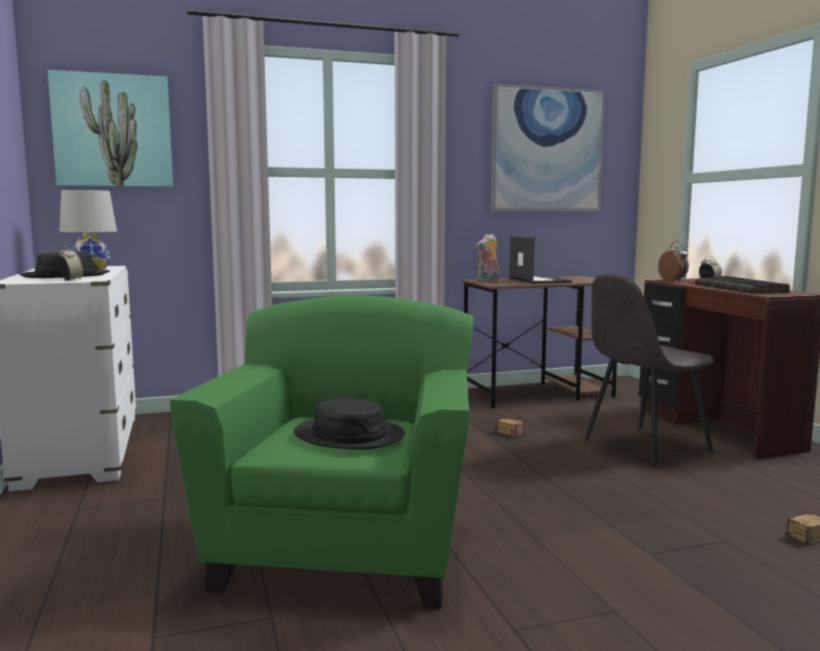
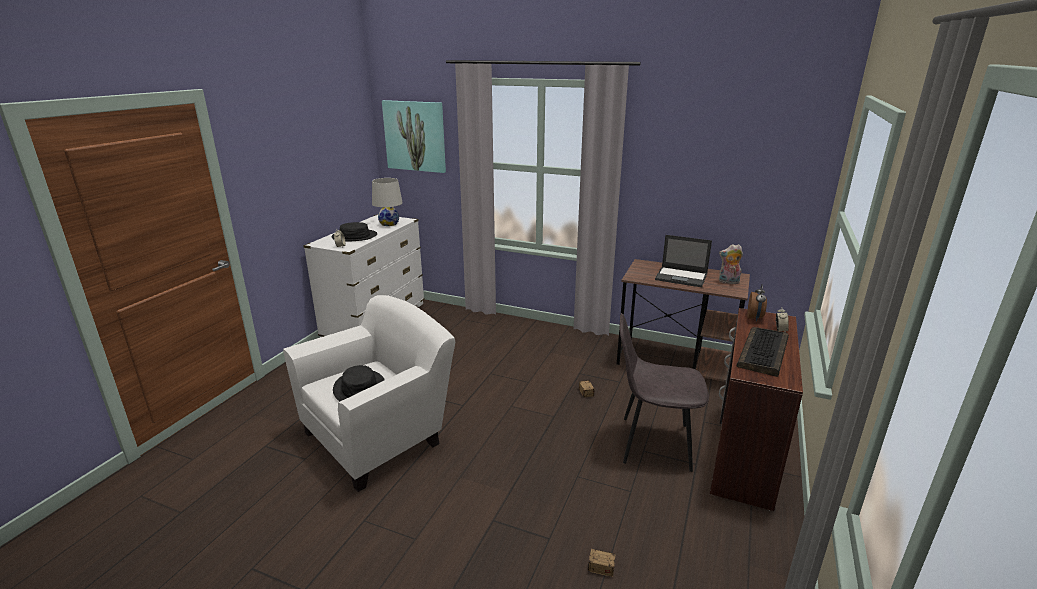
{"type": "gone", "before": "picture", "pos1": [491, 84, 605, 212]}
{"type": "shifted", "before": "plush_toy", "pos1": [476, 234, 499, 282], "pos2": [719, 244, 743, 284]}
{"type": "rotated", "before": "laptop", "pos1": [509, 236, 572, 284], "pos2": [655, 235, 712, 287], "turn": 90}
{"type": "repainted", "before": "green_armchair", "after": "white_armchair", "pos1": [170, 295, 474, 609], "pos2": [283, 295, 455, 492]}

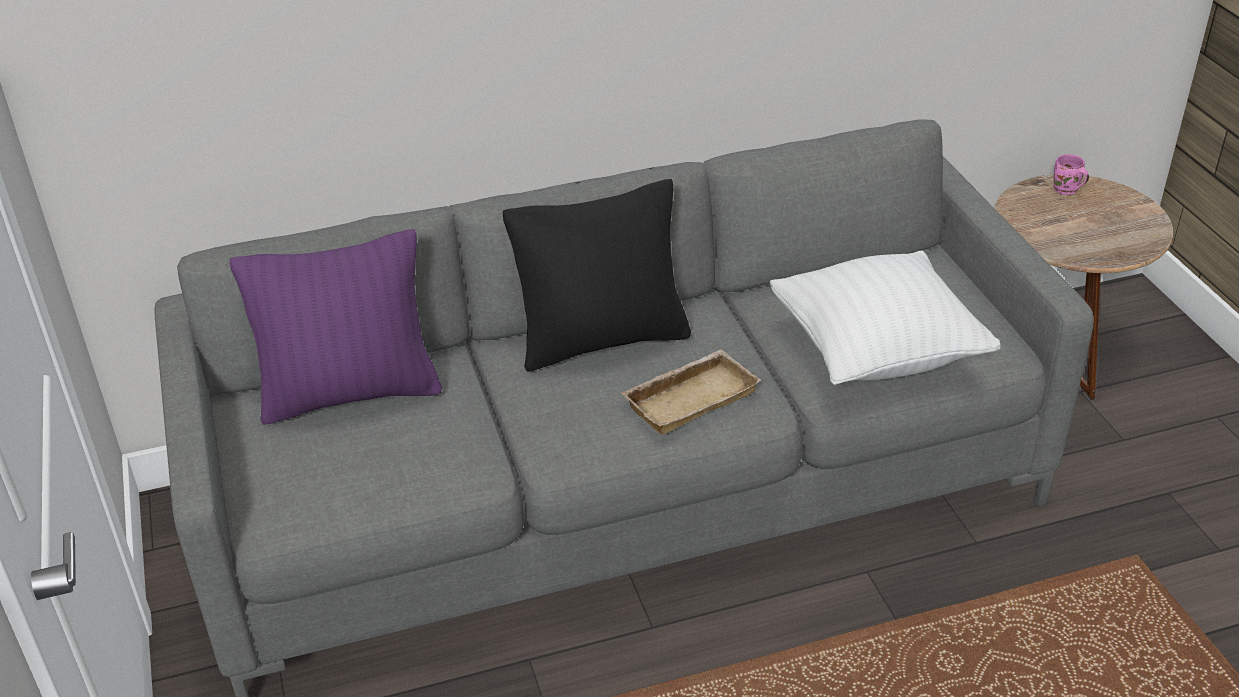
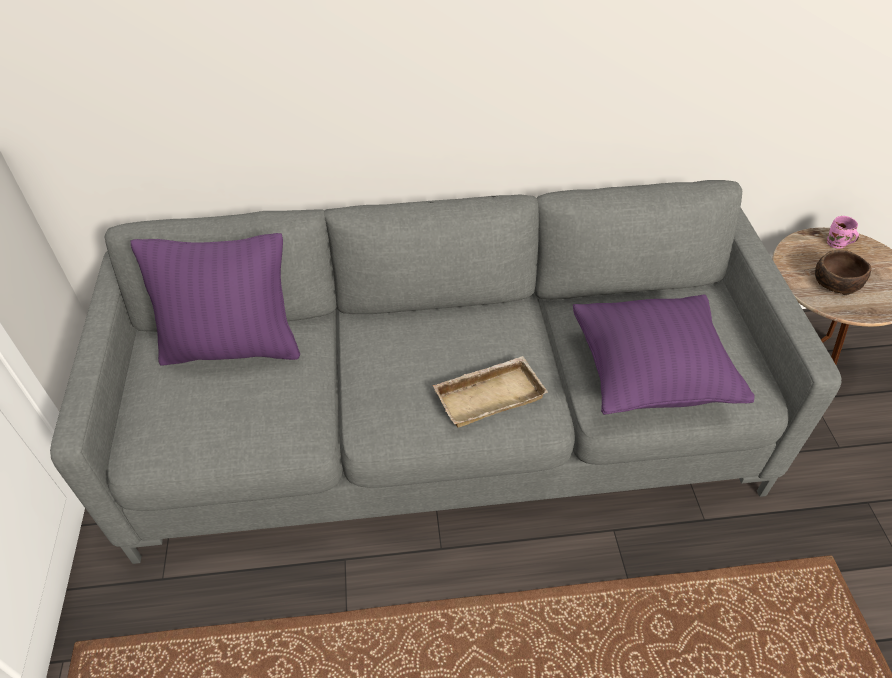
{"type": "gone", "before": "black_pillow", "pos1": [503, 179, 691, 372]}
{"type": "repainted", "before": "white_pillow", "after": "purple_pillow", "pos1": [770, 250, 1001, 385], "pos2": [573, 295, 754, 415]}
{"type": "new", "after": "brown_bowl", "pos2": [815, 250, 871, 295]}

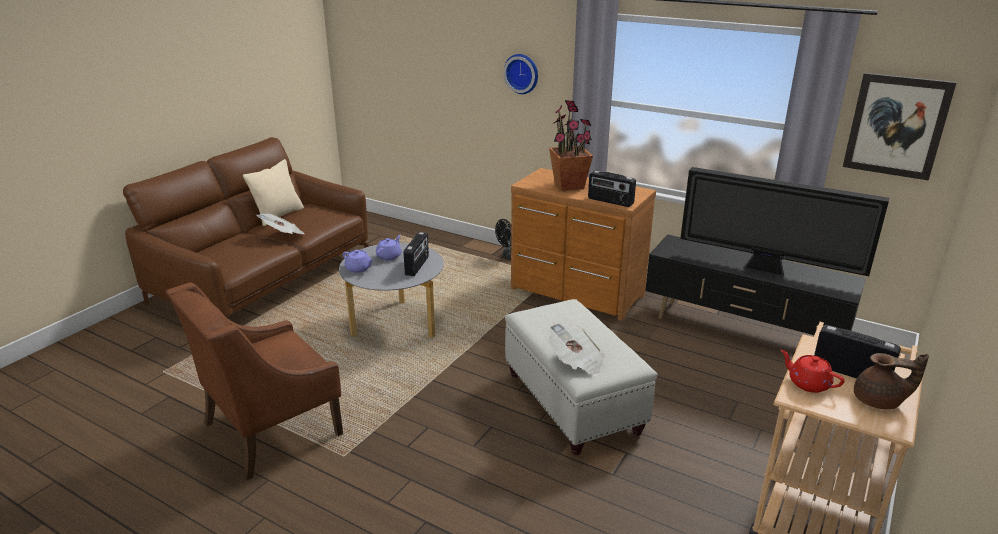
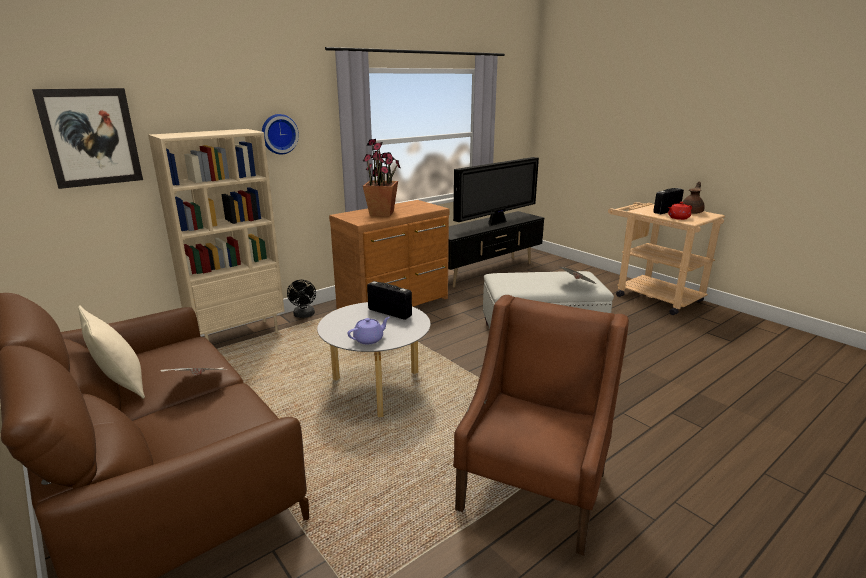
{"type": "shifted", "before": "picture", "pos1": [843, 73, 957, 181], "pos2": [32, 88, 143, 189]}
{"type": "gone", "before": "radio", "pos1": [588, 171, 636, 207]}
{"type": "gone", "before": "purple_teapot", "pos1": [376, 235, 401, 260]}
{"type": "rotated", "before": "brown_armchair", "pos1": [166, 282, 343, 481], "pos2": [453, 295, 629, 556], "turn": -135}
{"type": "new", "after": "beige_bookcase", "pos2": [148, 129, 285, 340]}

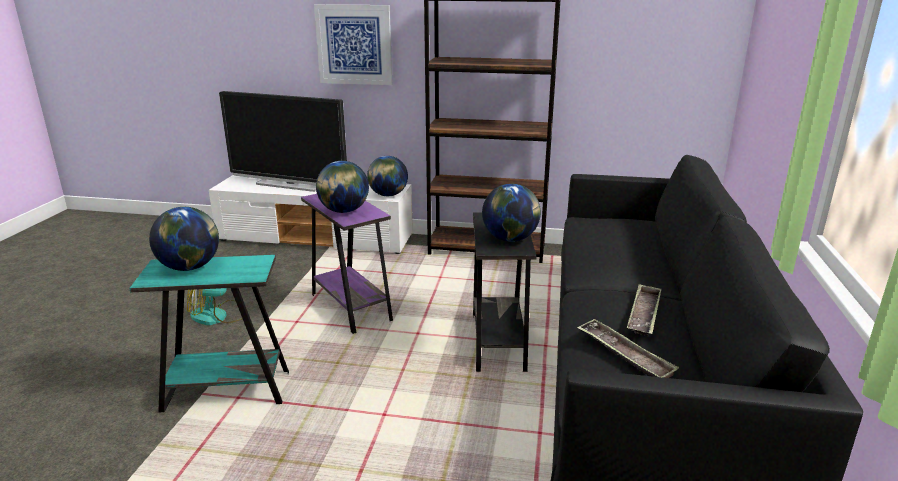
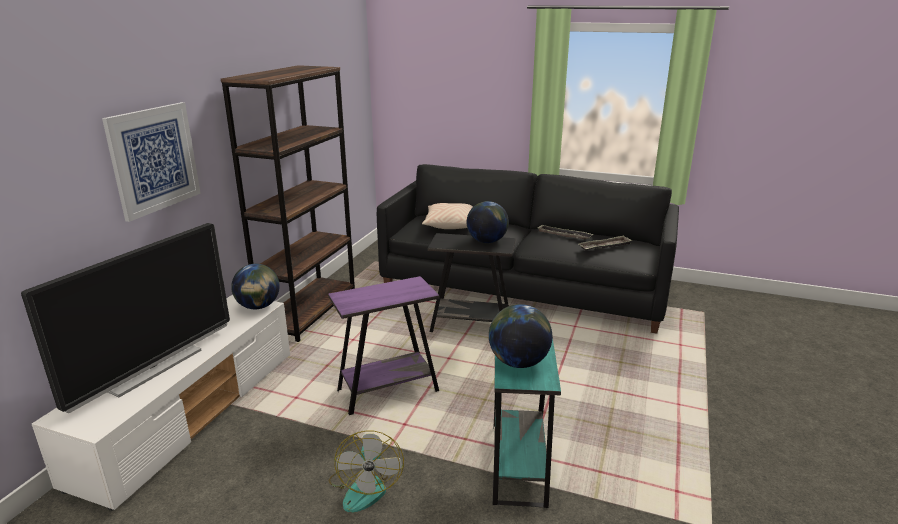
{"type": "gone", "before": "globe", "pos1": [316, 161, 369, 213]}
{"type": "new", "after": "beige_pillow", "pos2": [422, 203, 473, 229]}

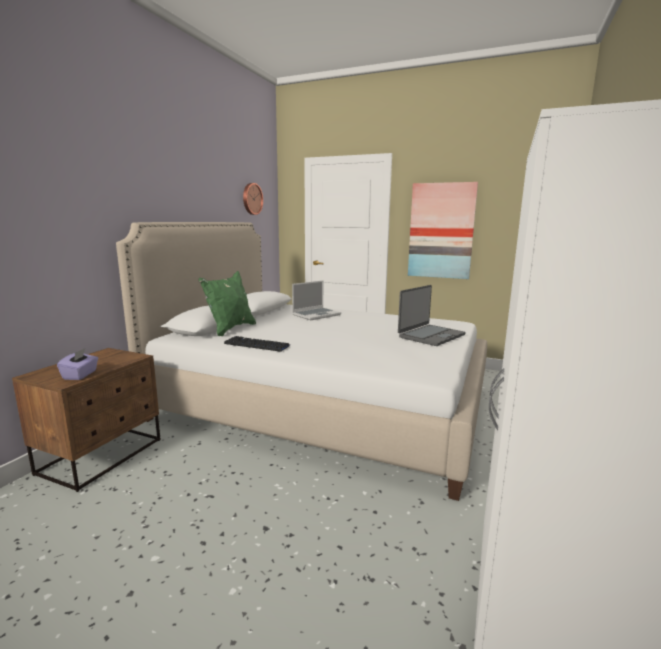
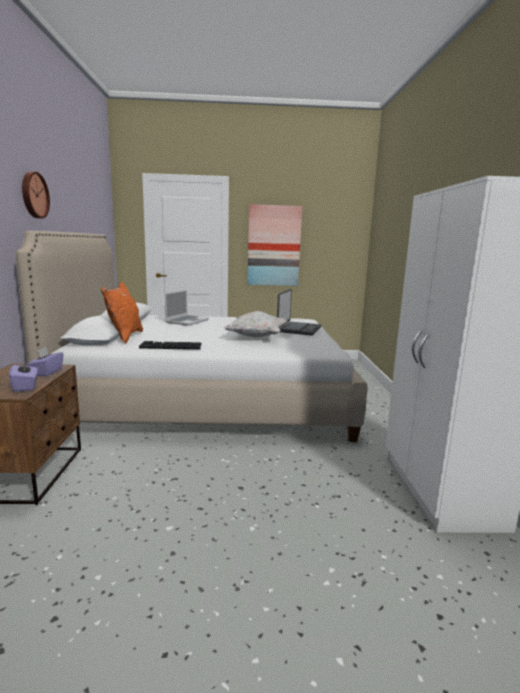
{"type": "shifted", "before": "wall_clock", "pos1": [243, 183, 263, 215], "pos2": [22, 171, 50, 219]}
{"type": "repainted", "before": "green_pillow", "after": "orange_pillow", "pos1": [199, 271, 256, 336], "pos2": [101, 281, 143, 343]}
{"type": "new", "after": "white_pillow", "pos2": [224, 311, 287, 338]}
{"type": "new", "after": "purple_tissue_box", "pos2": [27, 347, 63, 376]}

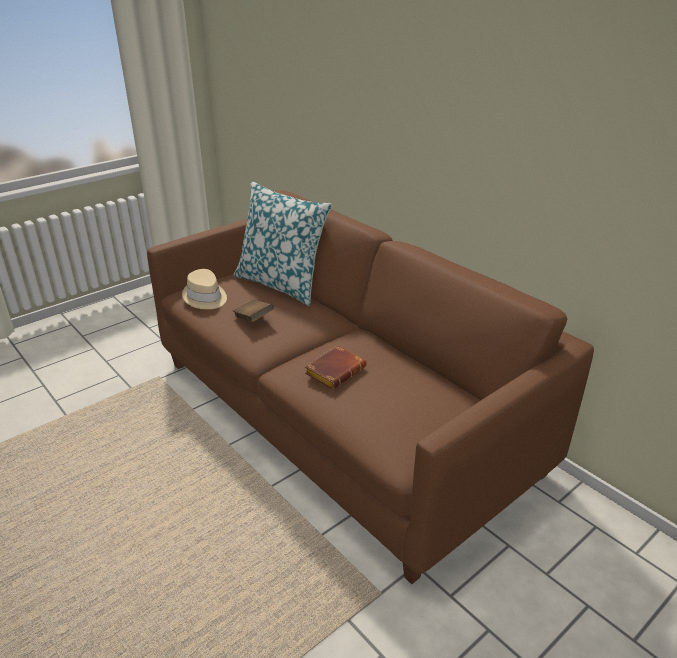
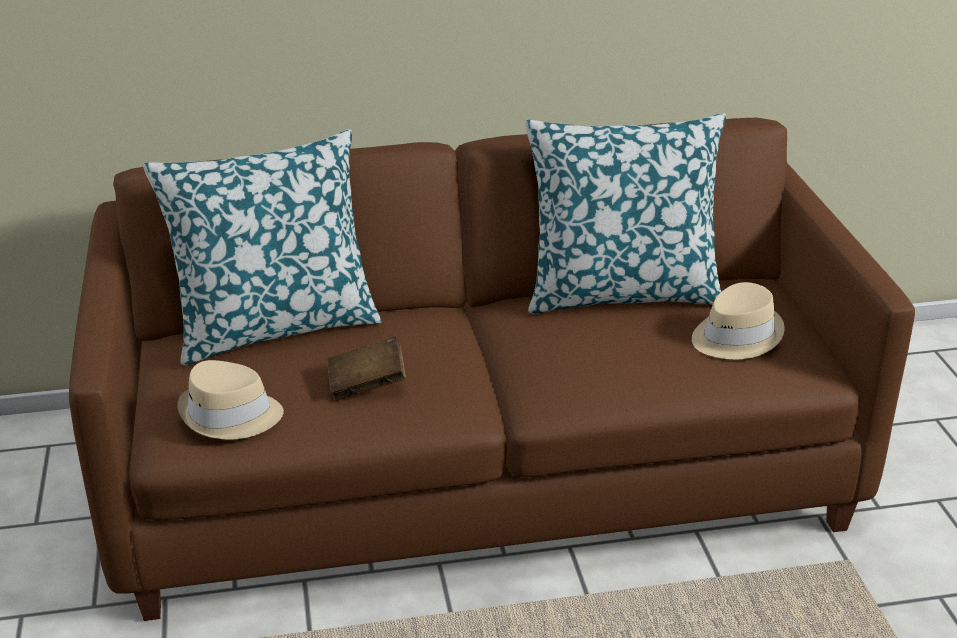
{"type": "gone", "before": "brown_book", "pos1": [305, 345, 366, 390]}
{"type": "new", "after": "pillow", "pos2": [525, 113, 726, 314]}
{"type": "new", "after": "beige_hat", "pos2": [692, 282, 785, 359]}

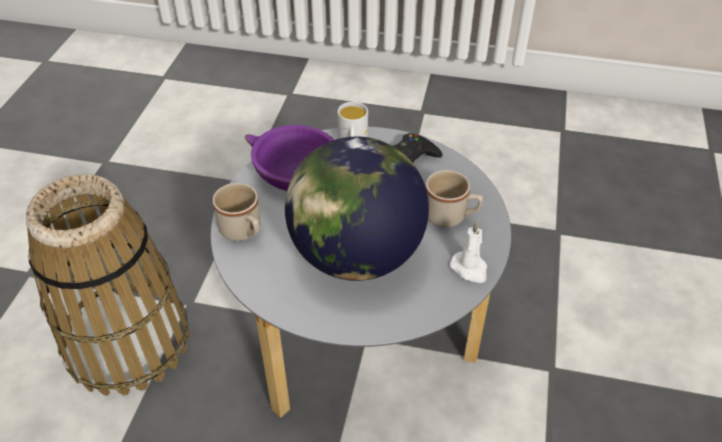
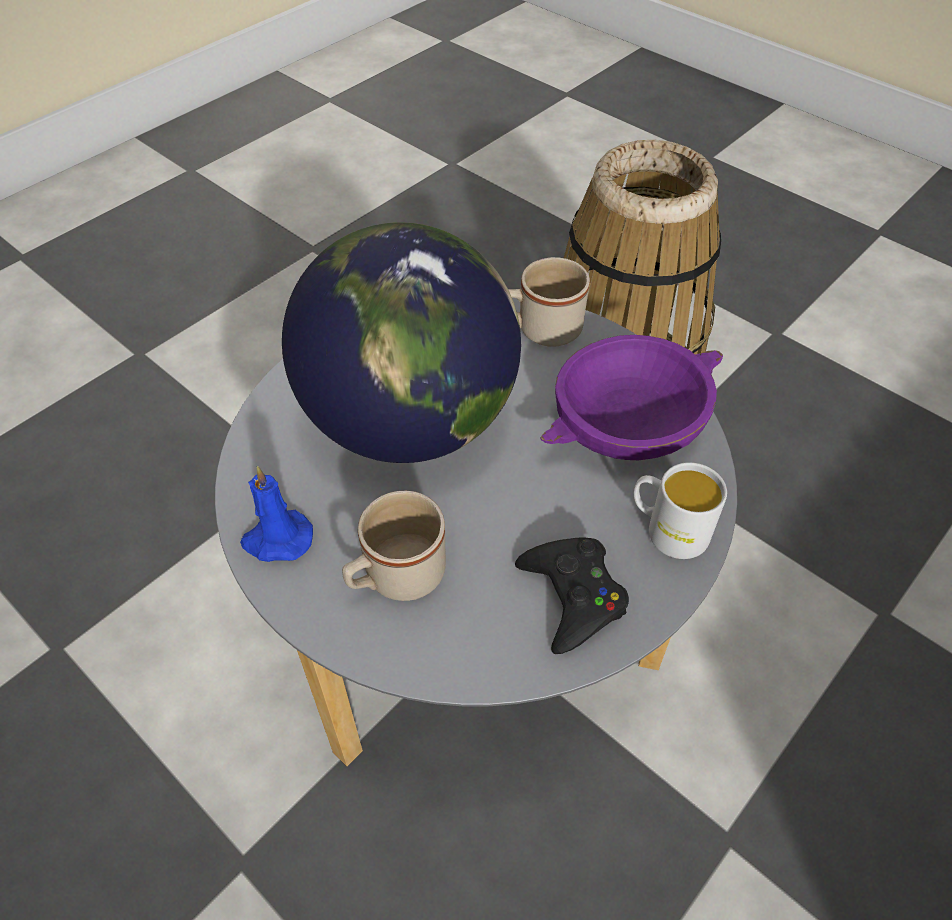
{"type": "repainted", "before": "white_candle", "after": "blue_candle", "pos1": [450, 221, 487, 283], "pos2": [240, 466, 313, 562]}

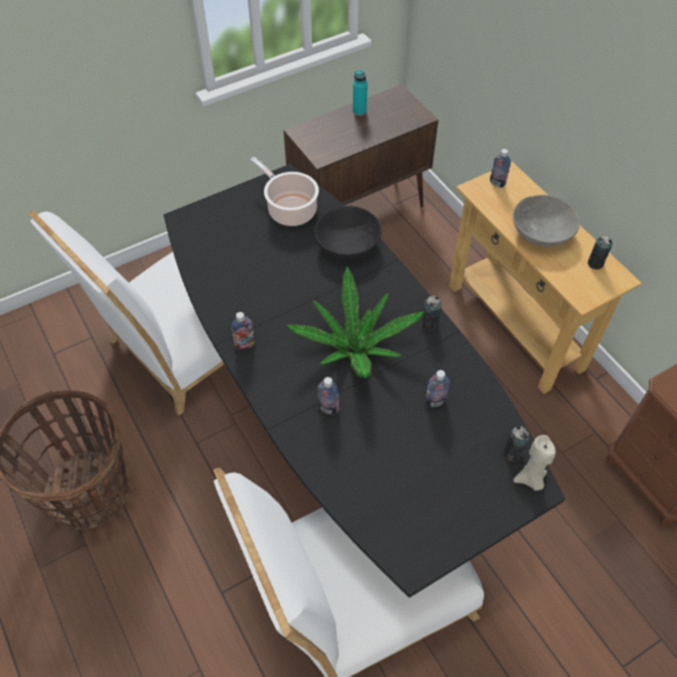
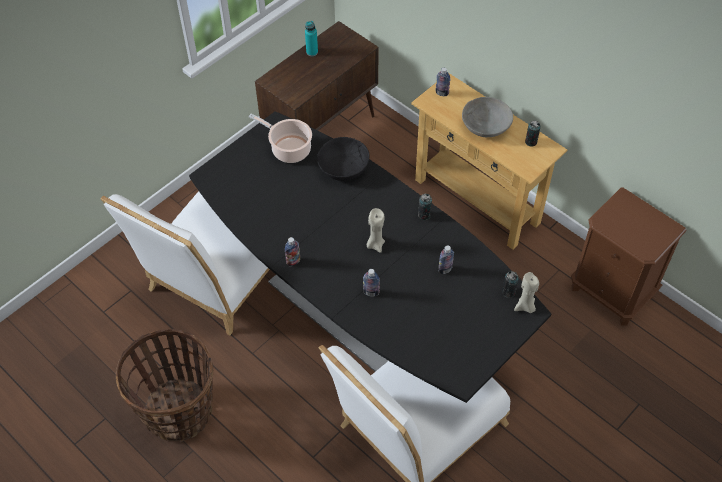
{"type": "swapped", "before": "potted_plant", "after": "beige_candle", "pos1": [286, 266, 424, 378], "pos2": [367, 208, 385, 253]}

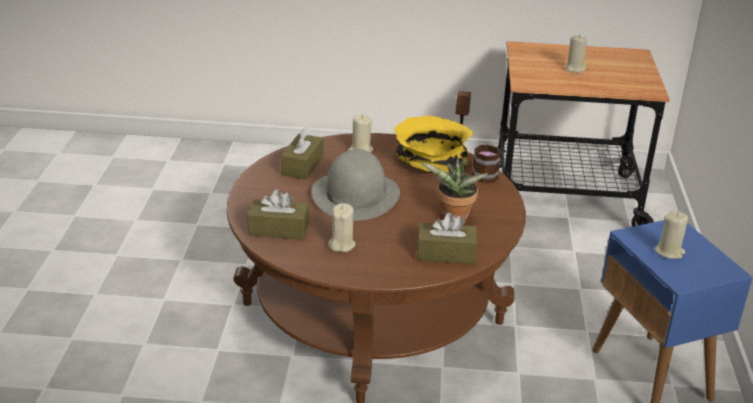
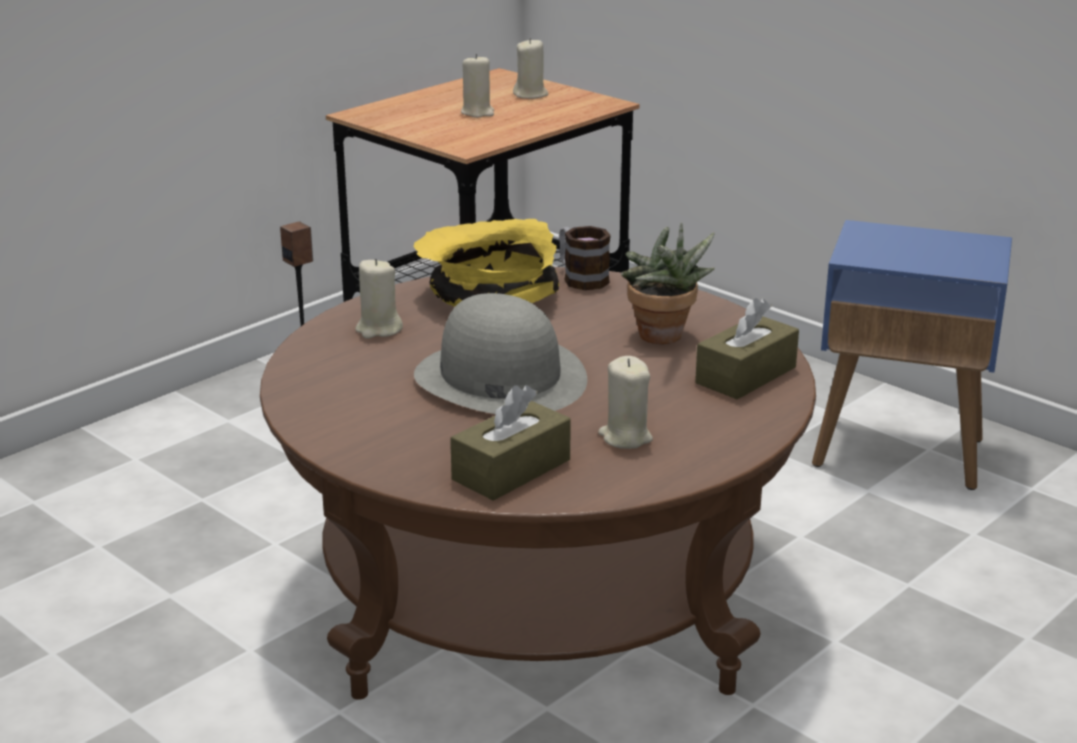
{"type": "gone", "before": "brown_tissue_box", "pos1": [281, 127, 323, 180]}
{"type": "shifted", "before": "beige_candle", "pos1": [655, 211, 688, 259], "pos2": [513, 38, 548, 99]}

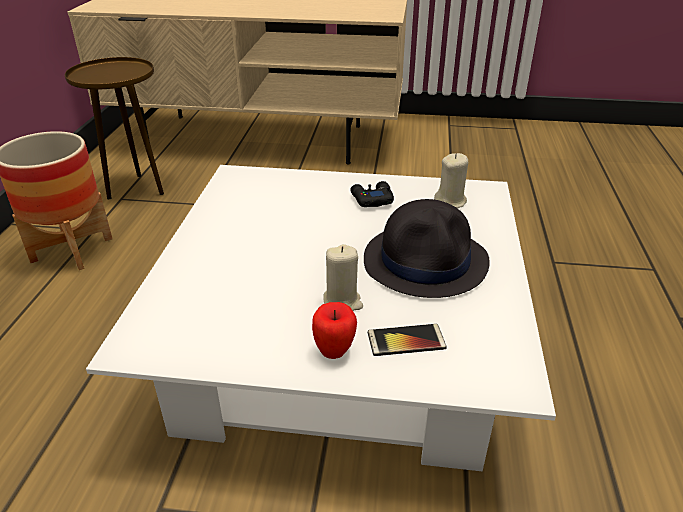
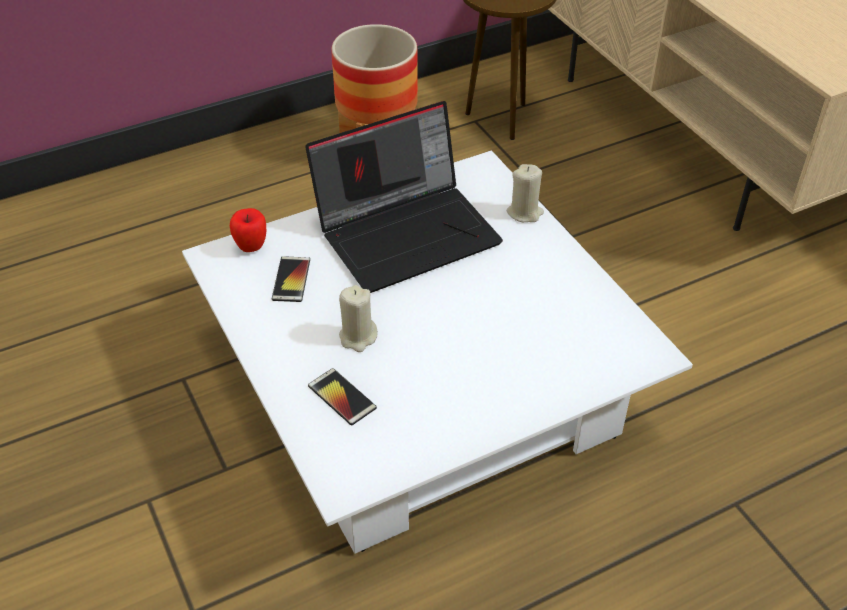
{"type": "shifted", "before": "beige_candle", "pos1": [434, 153, 468, 208], "pos2": [506, 164, 544, 222]}
{"type": "gone", "before": "black_game_controller", "pos1": [350, 181, 394, 207]}
{"type": "gone", "before": "black_hat", "pos1": [364, 199, 490, 298]}
{"type": "shifted", "before": "apple", "pos1": [312, 302, 357, 359], "pos2": [230, 208, 266, 252]}
{"type": "new", "after": "laptop", "pos2": [305, 101, 503, 293]}
{"type": "new", "after": "phone", "pos2": [272, 256, 310, 302]}

